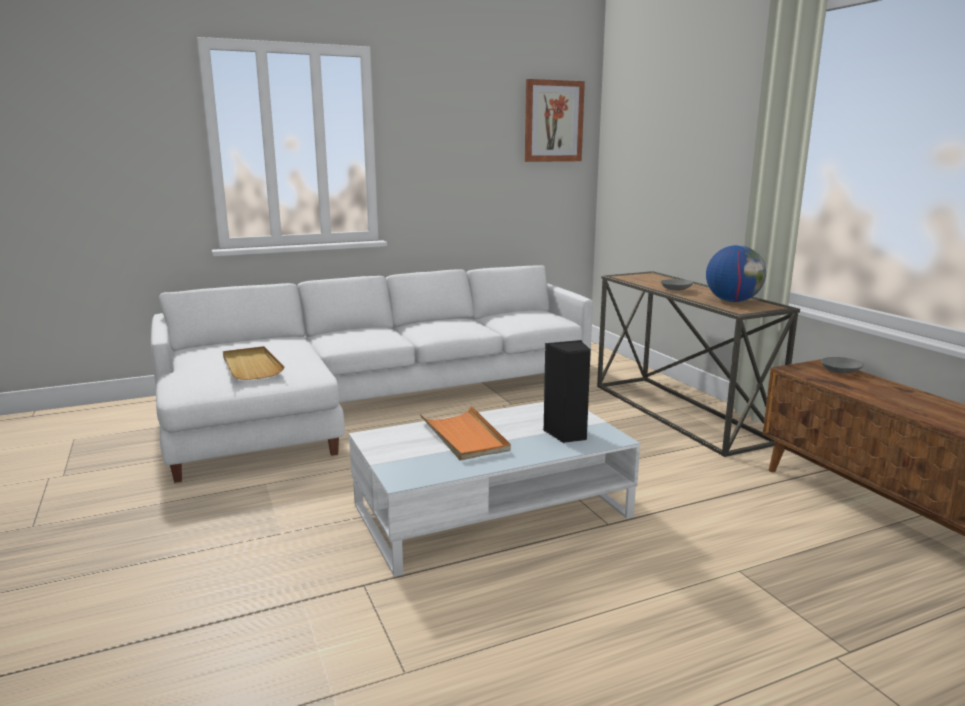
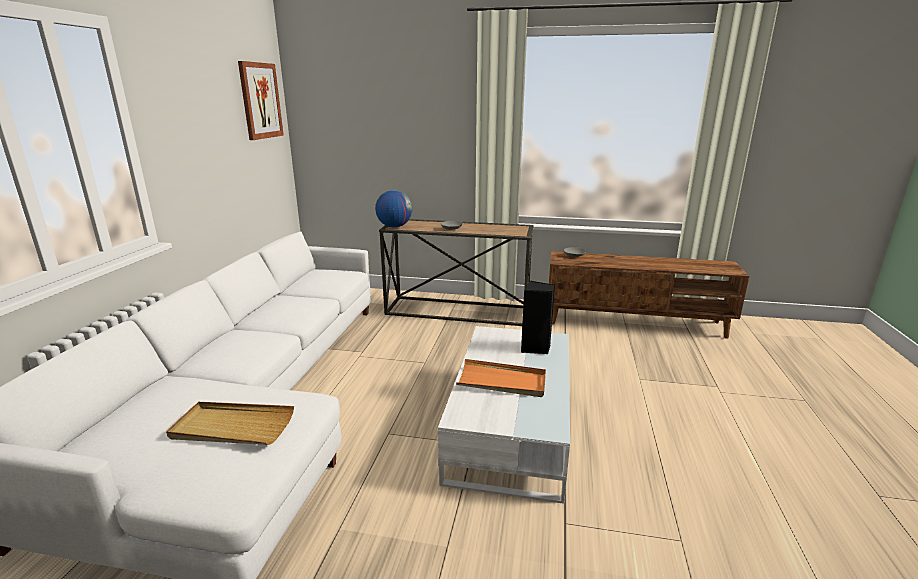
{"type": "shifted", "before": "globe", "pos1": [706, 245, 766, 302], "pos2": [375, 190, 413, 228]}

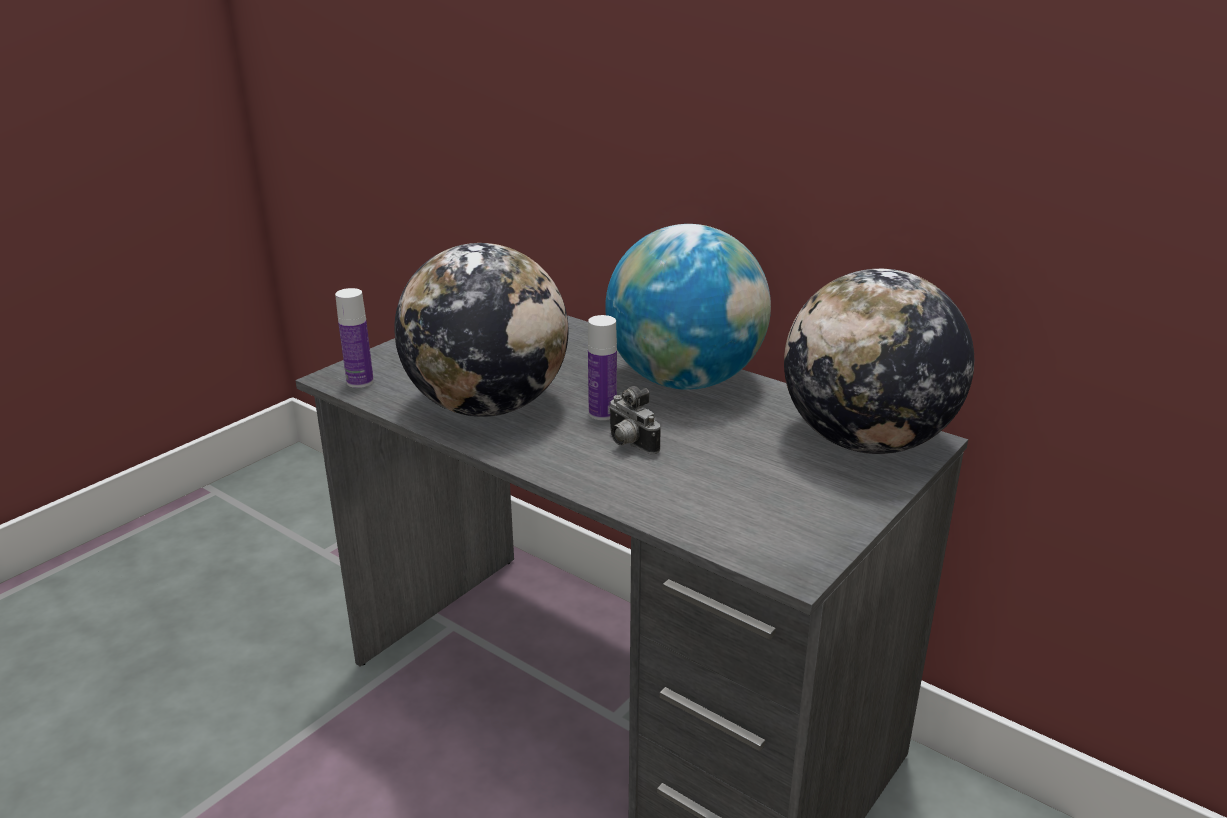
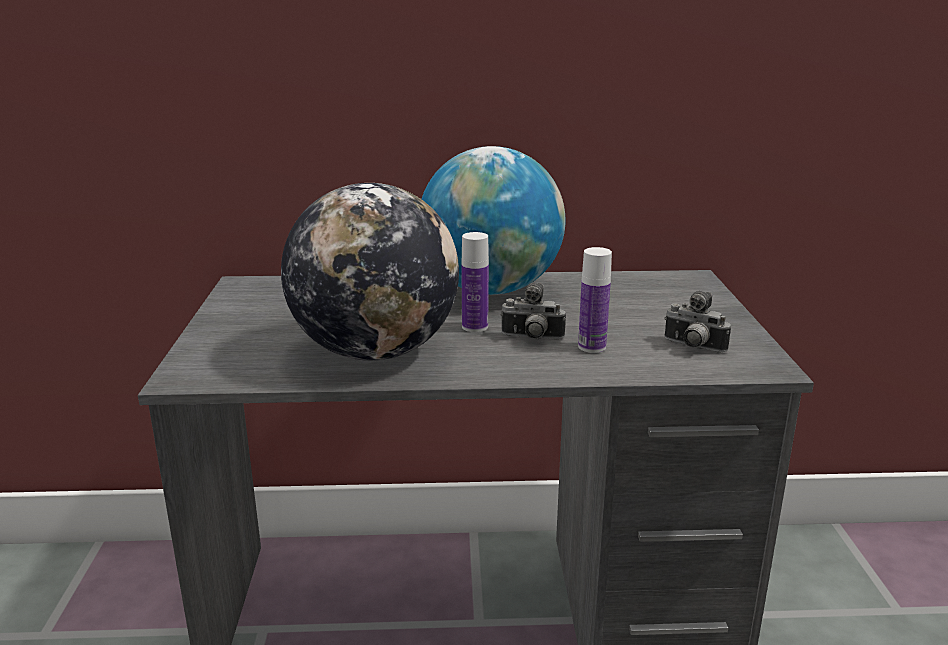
{"type": "gone", "before": "globe", "pos1": [784, 269, 974, 454]}
{"type": "shifted", "before": "bottle", "pos1": [335, 288, 374, 388], "pos2": [578, 247, 612, 353]}
{"type": "new", "after": "photo_camera", "pos2": [664, 291, 731, 352]}

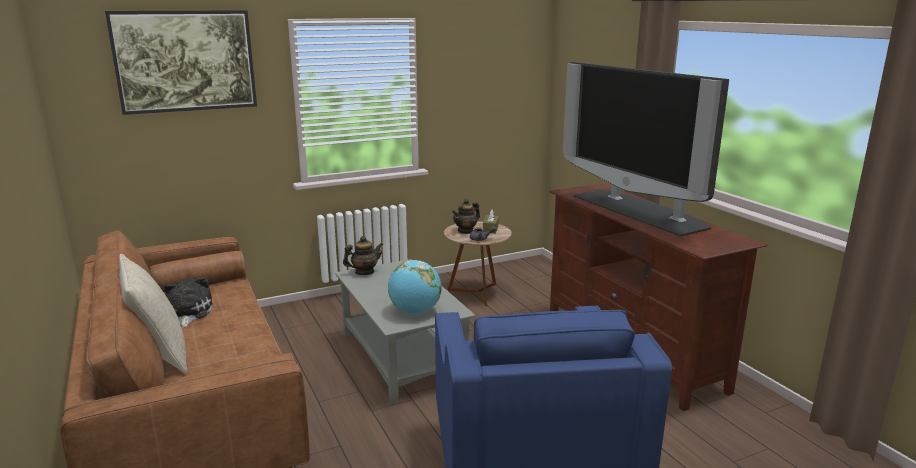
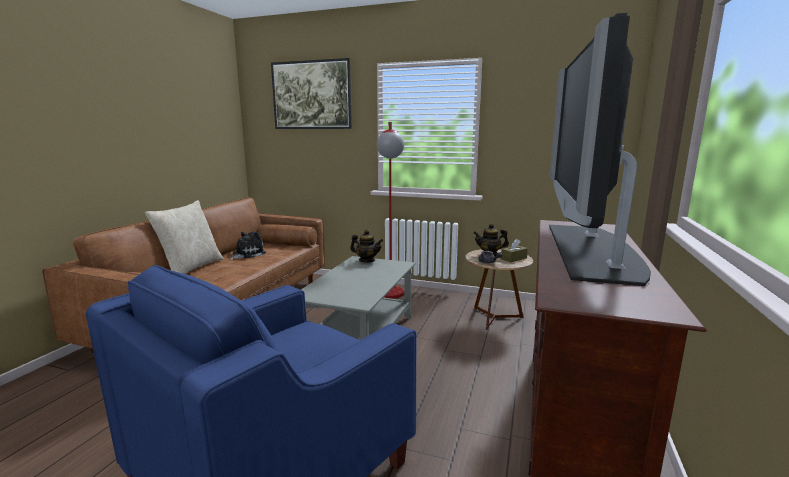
{"type": "gone", "before": "globe", "pos1": [388, 260, 442, 314]}
{"type": "new", "after": "red_floor_lamp", "pos2": [377, 122, 404, 299]}

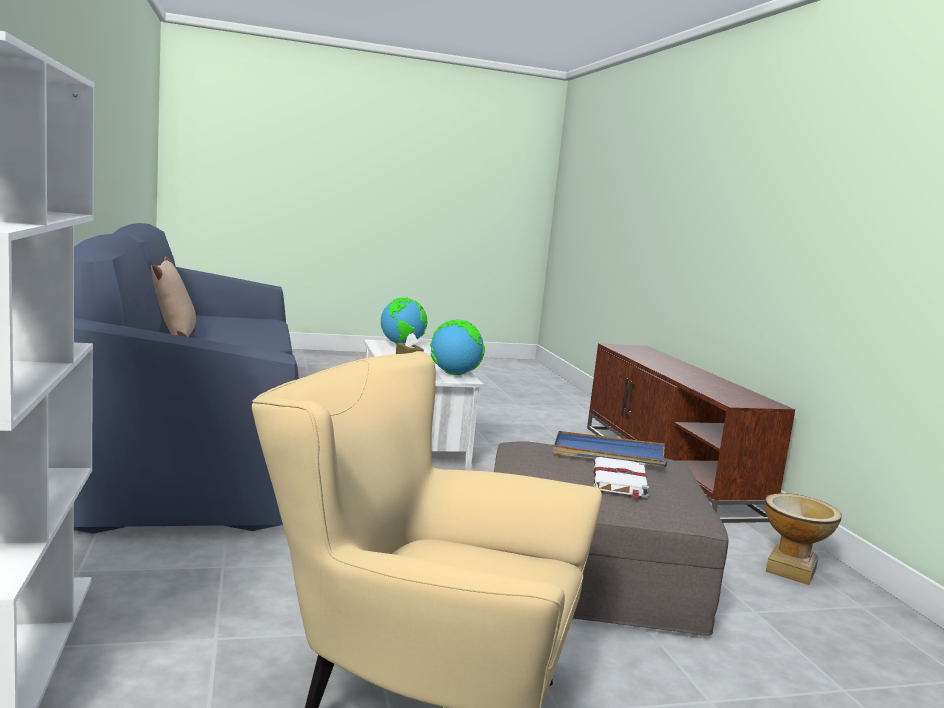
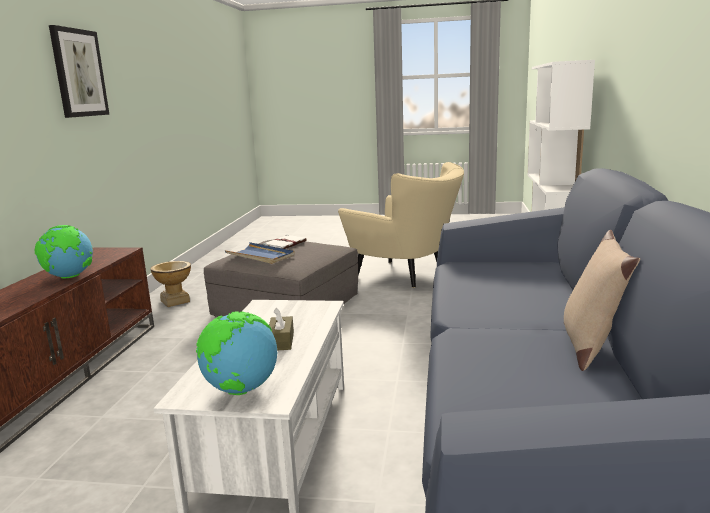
{"type": "shifted", "before": "globe", "pos1": [430, 320, 485, 375], "pos2": [35, 225, 93, 278]}
{"type": "new", "after": "picture", "pos2": [49, 25, 110, 118]}

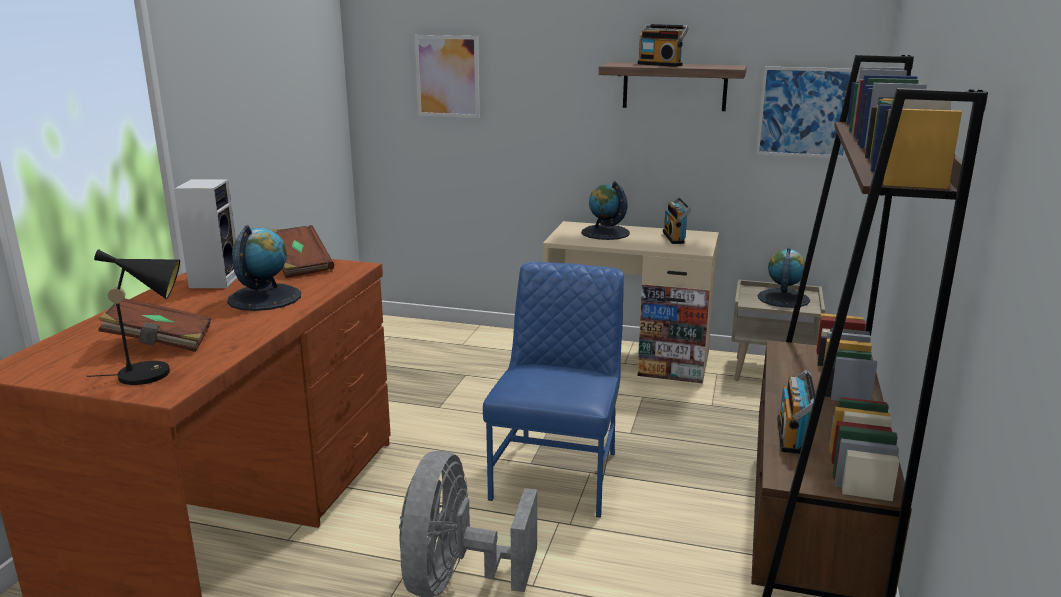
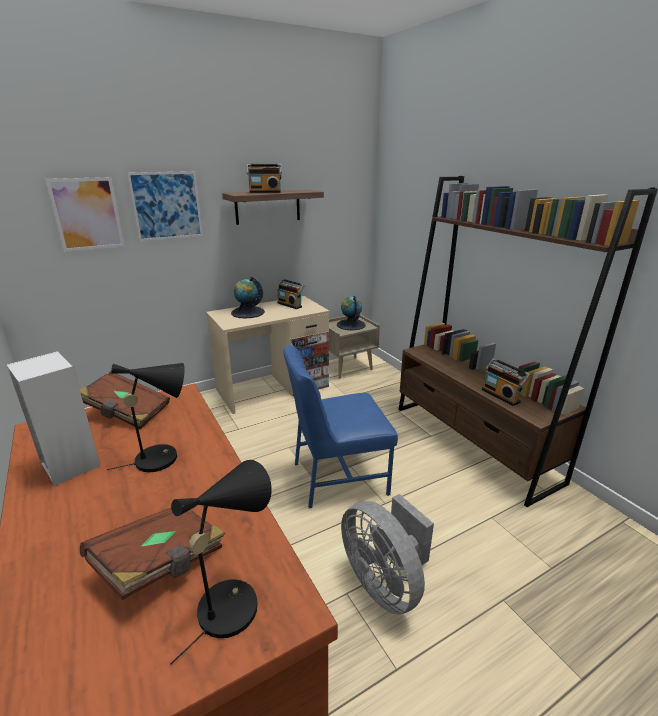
{"type": "shifted", "before": "picture", "pos1": [756, 66, 852, 159], "pos2": [127, 171, 203, 241]}
{"type": "swapped", "before": "globe", "after": "black_table_lamp", "pos1": [227, 225, 301, 311], "pos2": [107, 363, 185, 472]}
{"type": "rotated", "before": "blue_chair", "pos1": [483, 261, 624, 517], "pos2": [284, 345, 398, 508], "turn": -75}

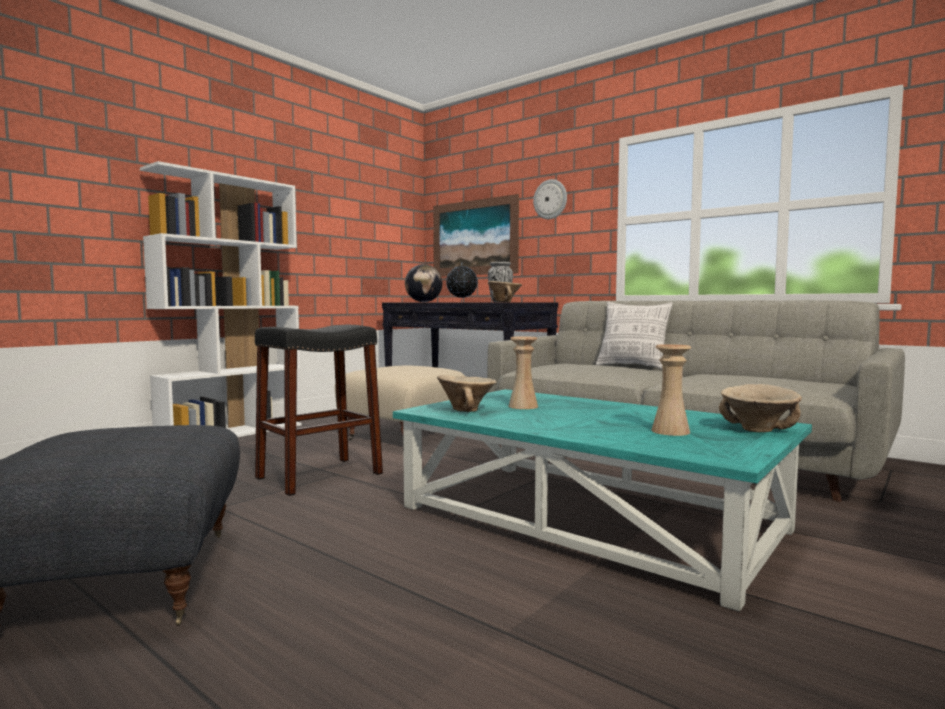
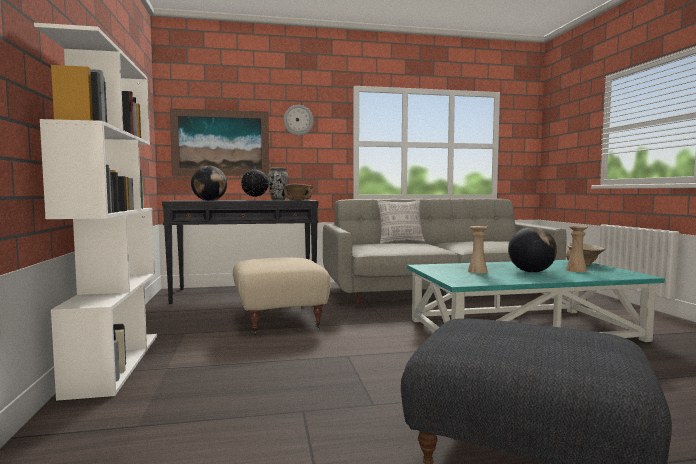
{"type": "gone", "before": "black_stool", "pos1": [255, 324, 383, 496]}
{"type": "gone", "before": "beige_bowl", "pos1": [437, 375, 497, 412]}
{"type": "new", "after": "globe", "pos2": [508, 227, 557, 273]}

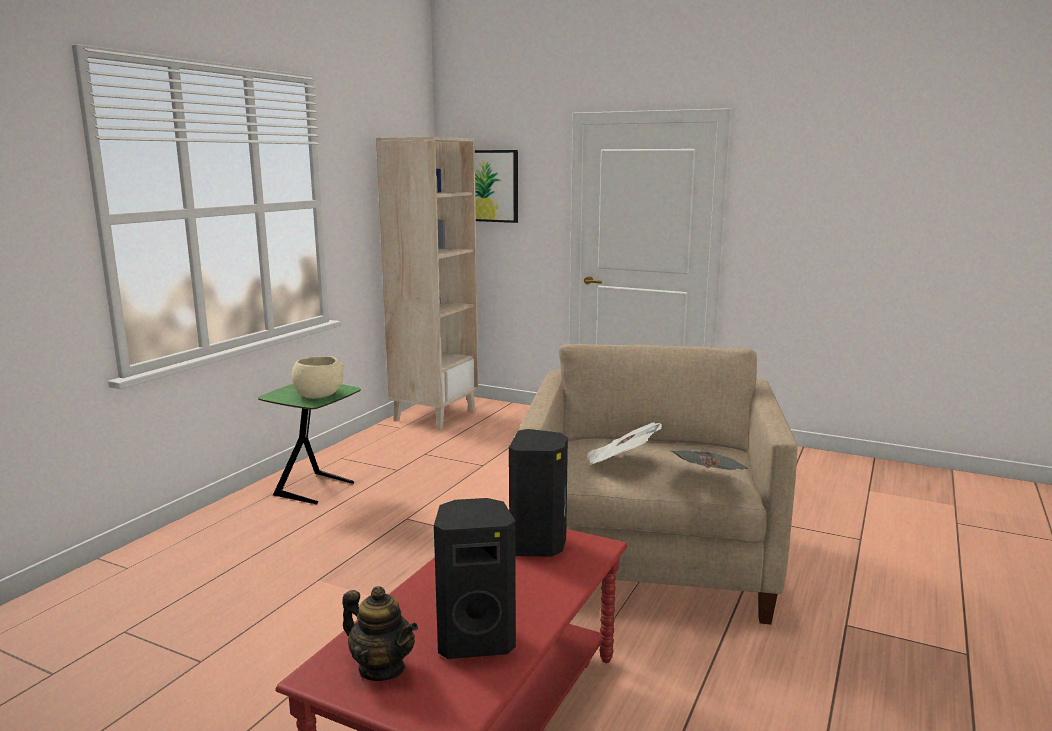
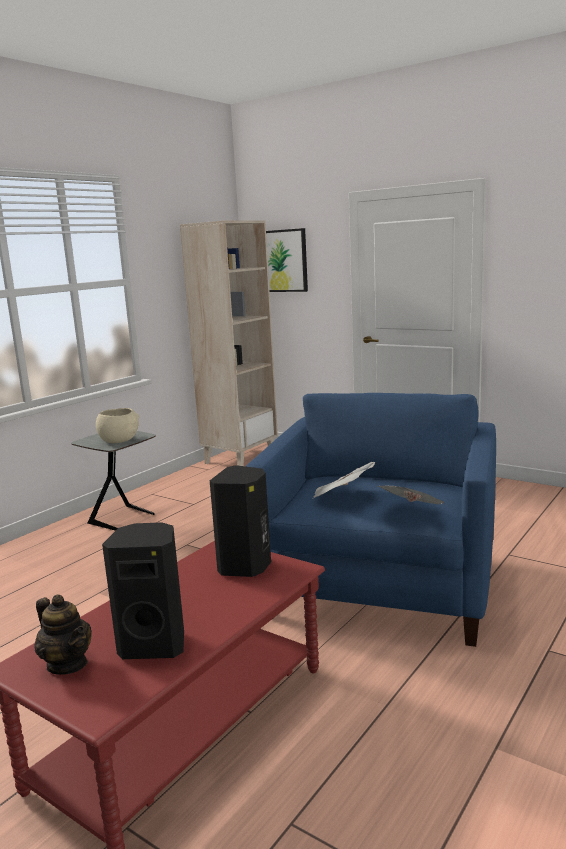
{"type": "repainted", "before": "beige_armchair", "after": "blue_armchair", "pos1": [518, 344, 797, 624], "pos2": [245, 393, 496, 647]}
{"type": "repainted", "before": "green_side_table", "after": "grey_side_table", "pos1": [258, 384, 361, 504], "pos2": [71, 431, 156, 531]}

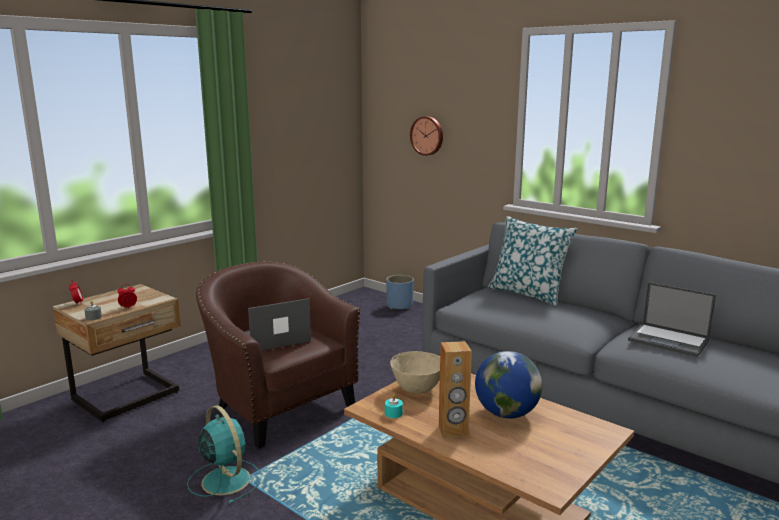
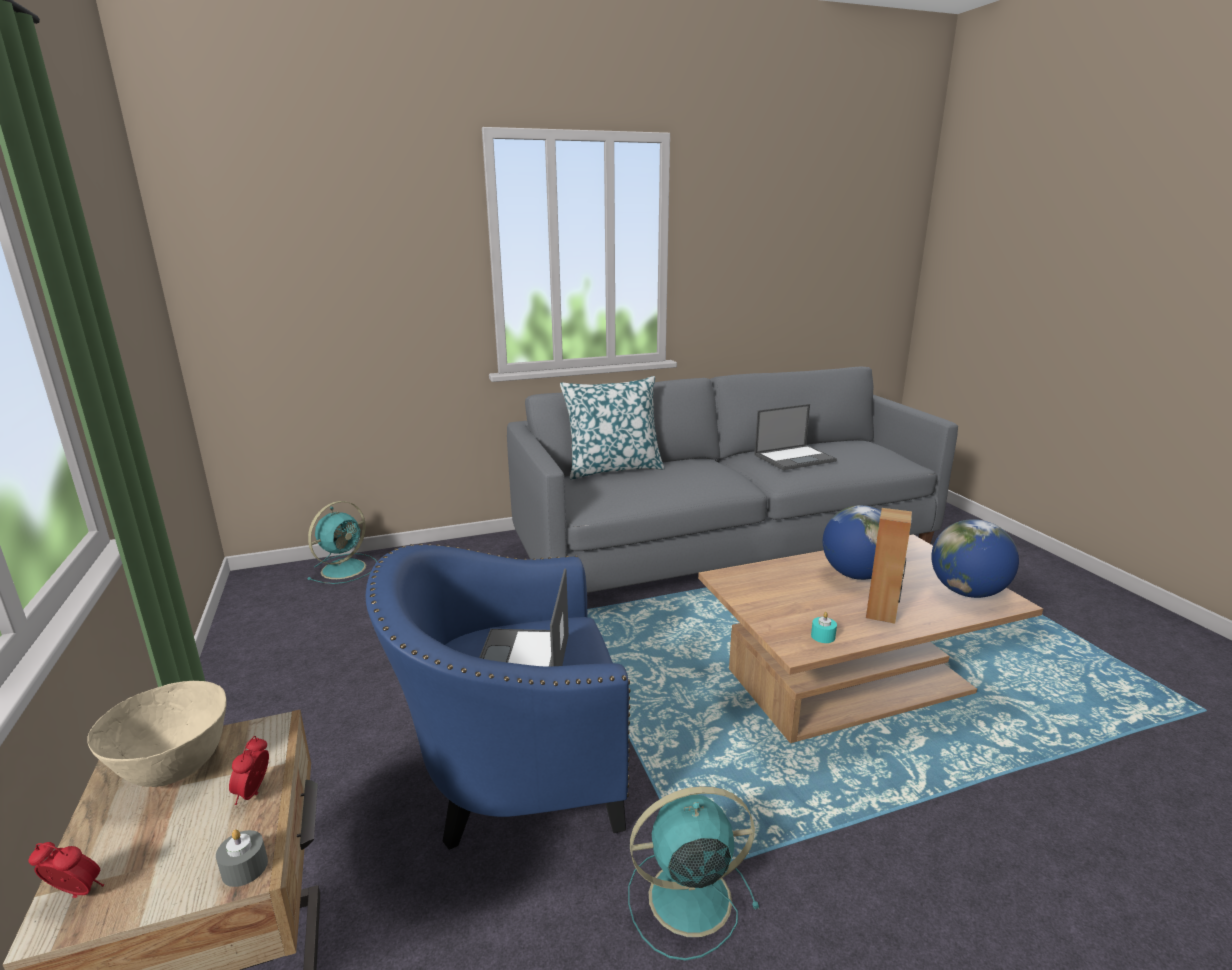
{"type": "gone", "before": "wall_clock", "pos1": [410, 116, 443, 156]}
{"type": "repainted", "before": "brown_armchair", "after": "blue_armchair", "pos1": [196, 261, 360, 449], "pos2": [366, 544, 630, 850]}
{"type": "swapped", "before": "blue_planter", "after": "turquoise_fan", "pos1": [386, 275, 414, 309], "pos2": [307, 501, 377, 584]}
{"type": "shifted", "before": "beige_bowl", "pos1": [390, 351, 440, 394], "pos2": [87, 681, 227, 787]}
{"type": "new", "after": "globe", "pos2": [931, 519, 1019, 598]}

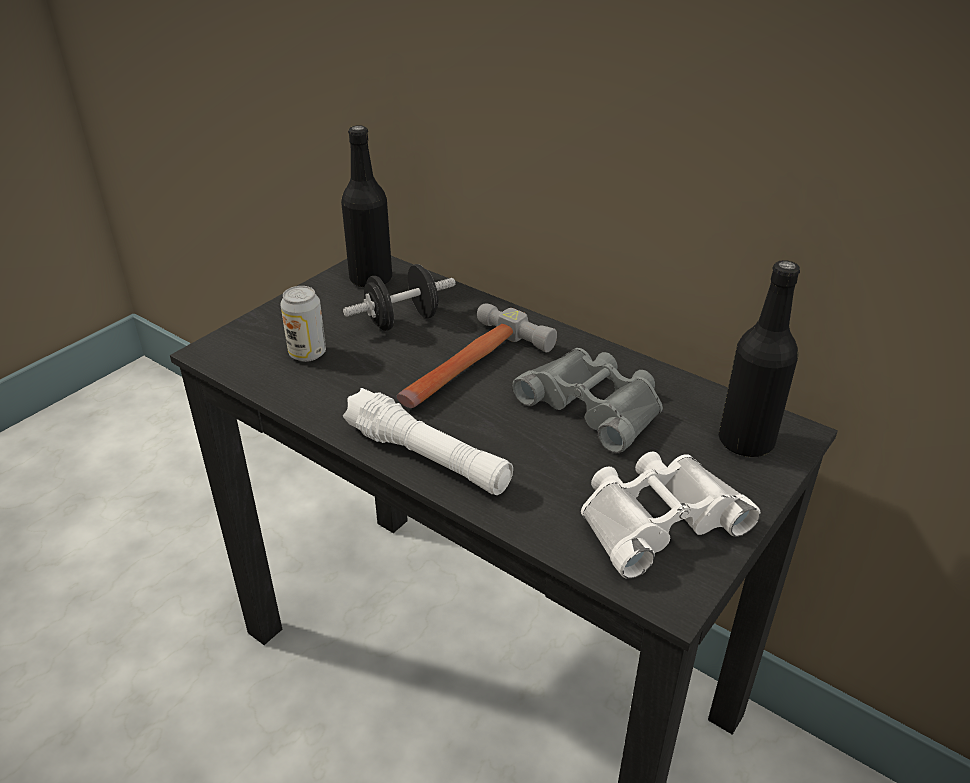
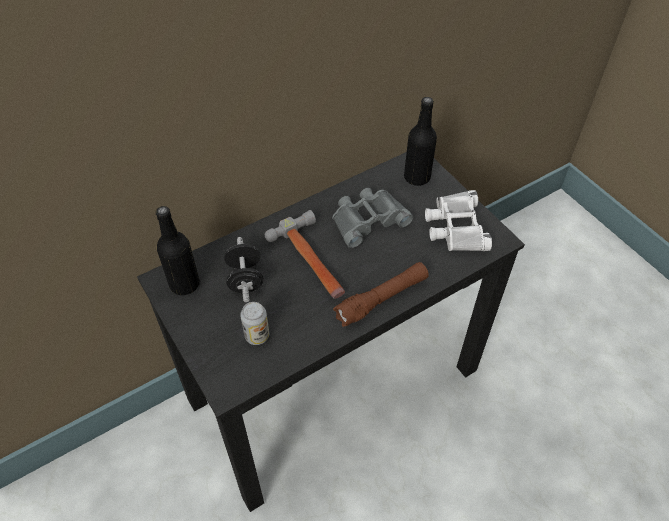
{"type": "repainted", "before": "white_flashlight", "after": "brown_flashlight", "pos1": [343, 388, 513, 495], "pos2": [333, 262, 429, 327]}

